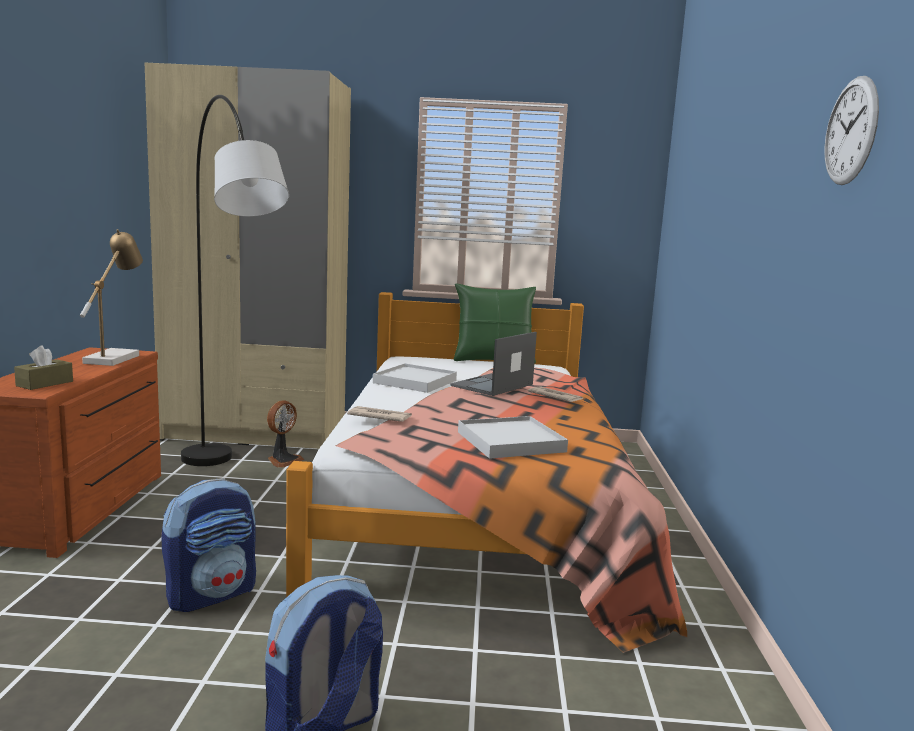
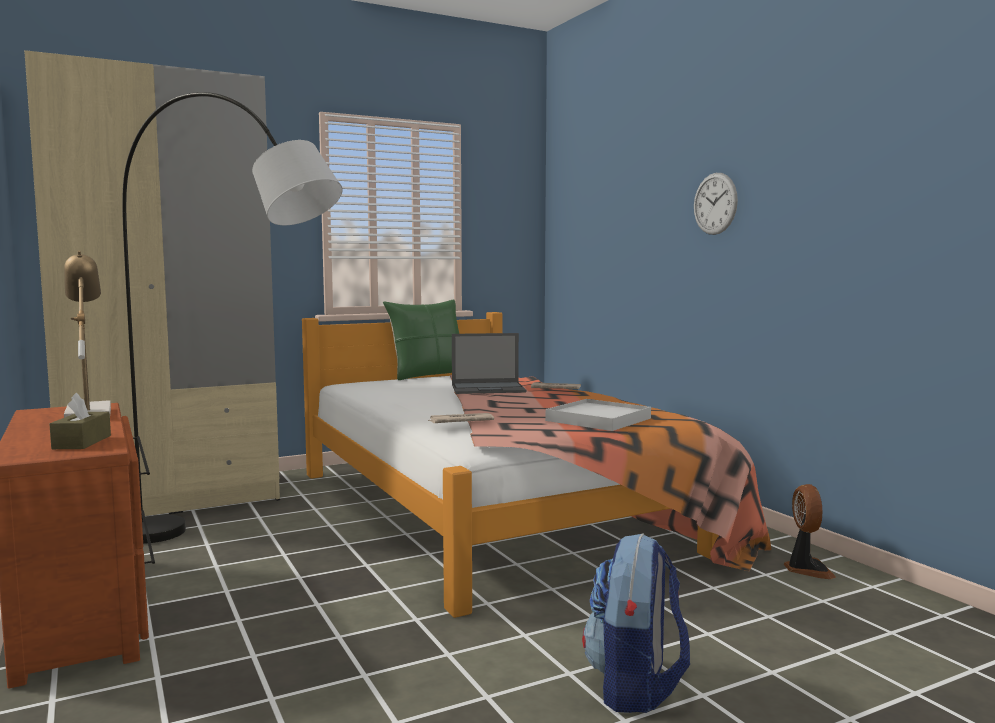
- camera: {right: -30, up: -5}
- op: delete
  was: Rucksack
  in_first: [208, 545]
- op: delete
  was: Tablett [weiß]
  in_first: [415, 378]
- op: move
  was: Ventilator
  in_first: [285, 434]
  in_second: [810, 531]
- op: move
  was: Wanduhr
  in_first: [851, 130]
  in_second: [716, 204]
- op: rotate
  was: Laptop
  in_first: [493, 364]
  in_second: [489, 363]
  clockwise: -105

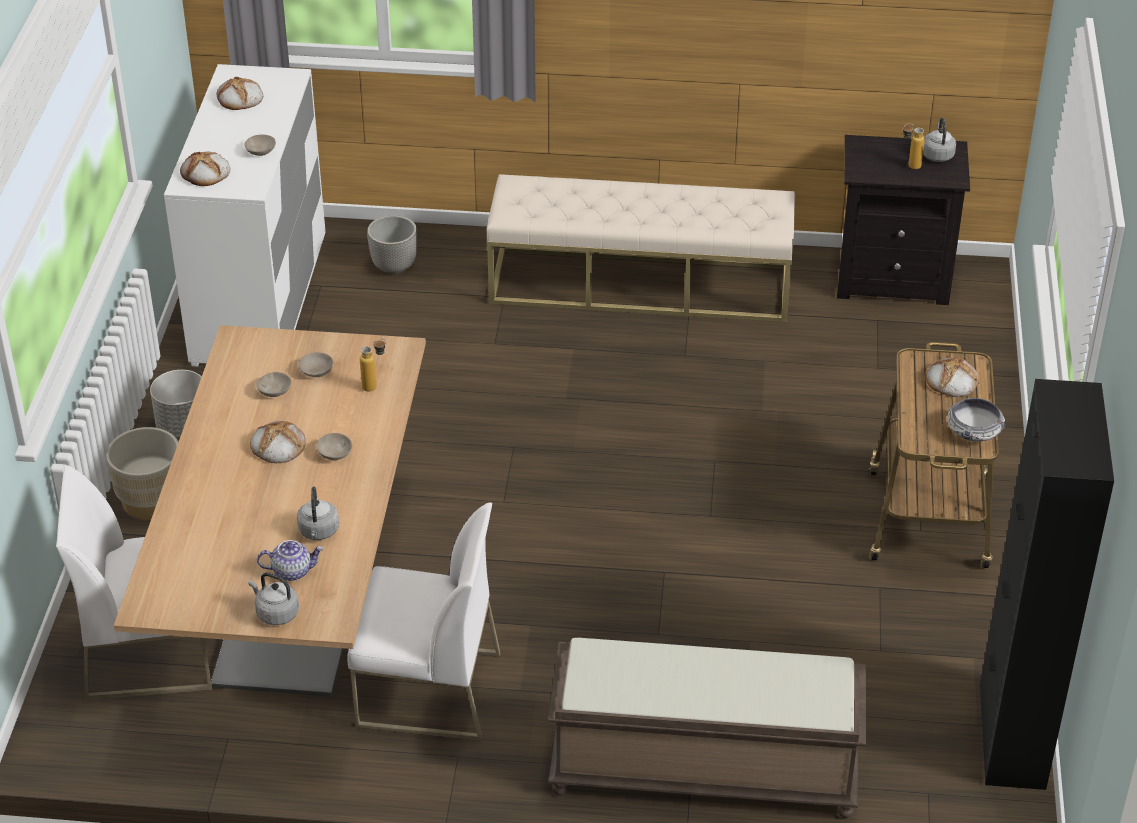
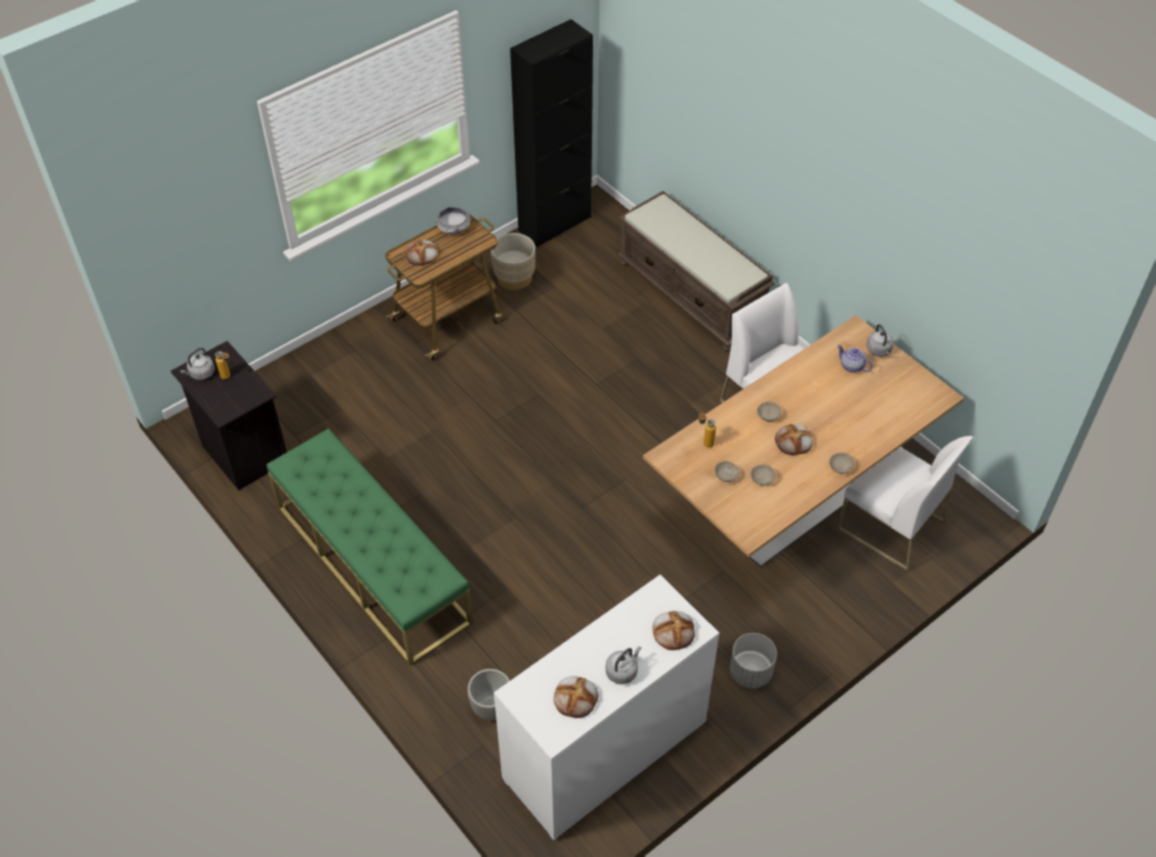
- camera: {right: -135, up: 10}
- op: move
  was: Pflanzkübel [beige]
  in_first: [142, 473]
  in_second: [513, 261]
- op: move
  was: Schüssel [beige]
  in_first: [260, 145]
  in_second: [841, 463]
- op: move
  was: Wasserkessel [grau]
  in_first: [318, 513]
  in_second: [623, 665]
- op: recolor
  was: Bank [beige]
  now: Bank [grün]
  in_first: [641, 248]
  in_second: [370, 547]

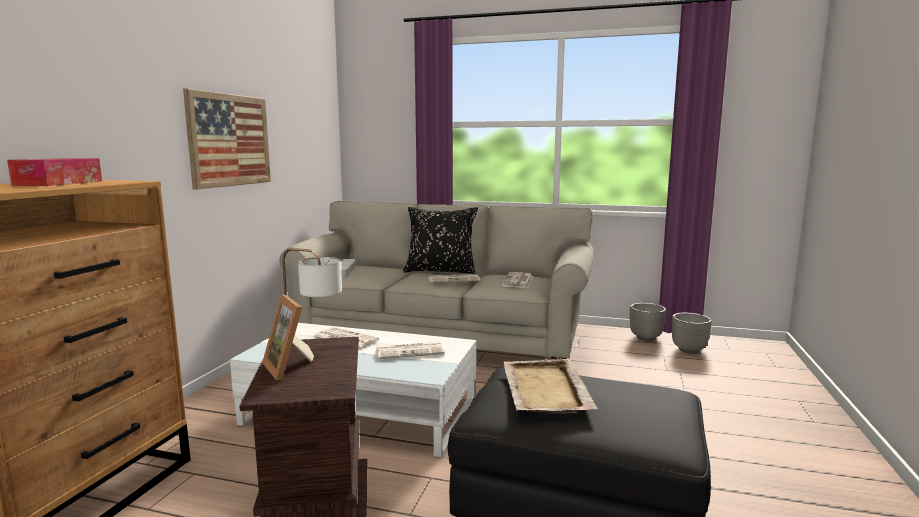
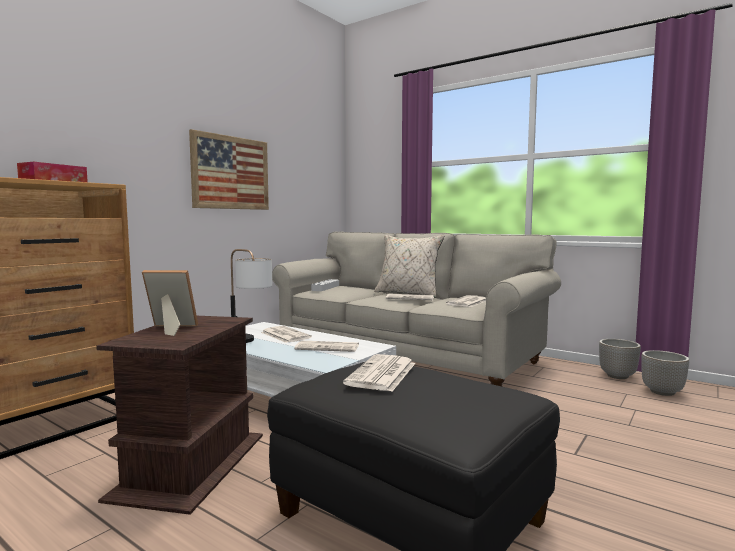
- camera: {right: 20, up: -5}
- op: replace
  was: Tablett [beige]
  now: Zeitung
  in_first: [550, 385]
  in_second: [379, 373]
- op: recolor
  was: Kissen [schwarz]
  now: Kissen [beige]
  in_first: [440, 240]
  in_second: [409, 266]
- op: rotate
  was: Bilderrahmen
  in_first: [288, 337]
  in_second: [170, 303]
  clockwise: 105

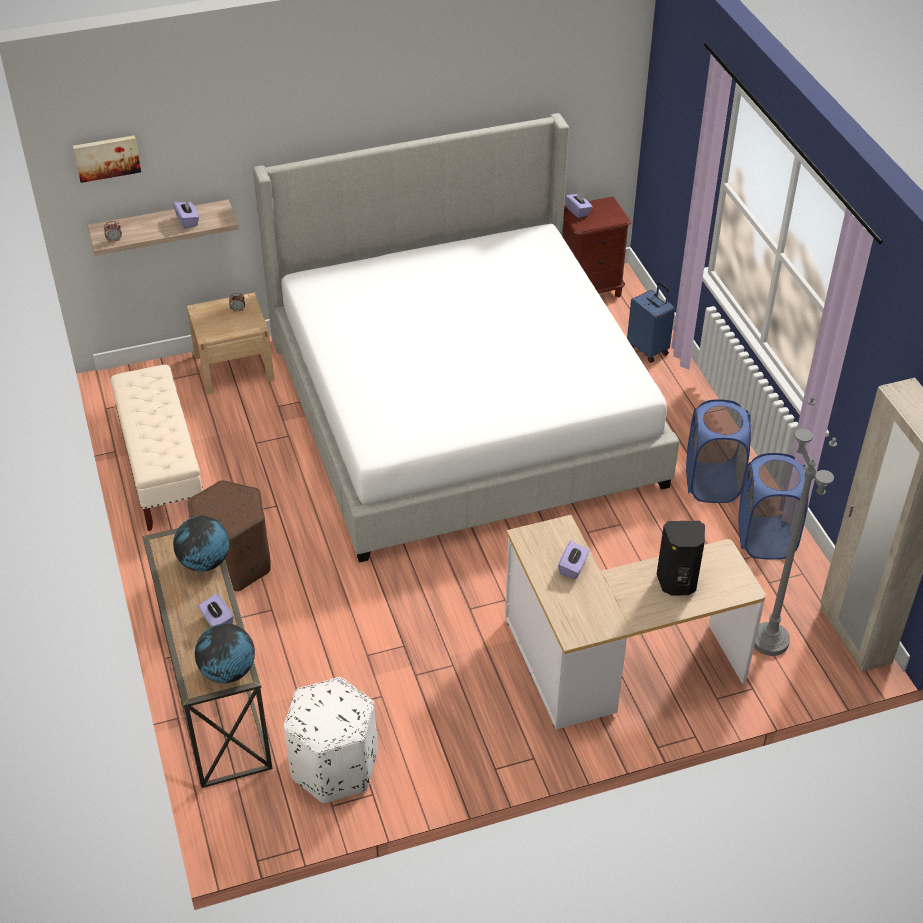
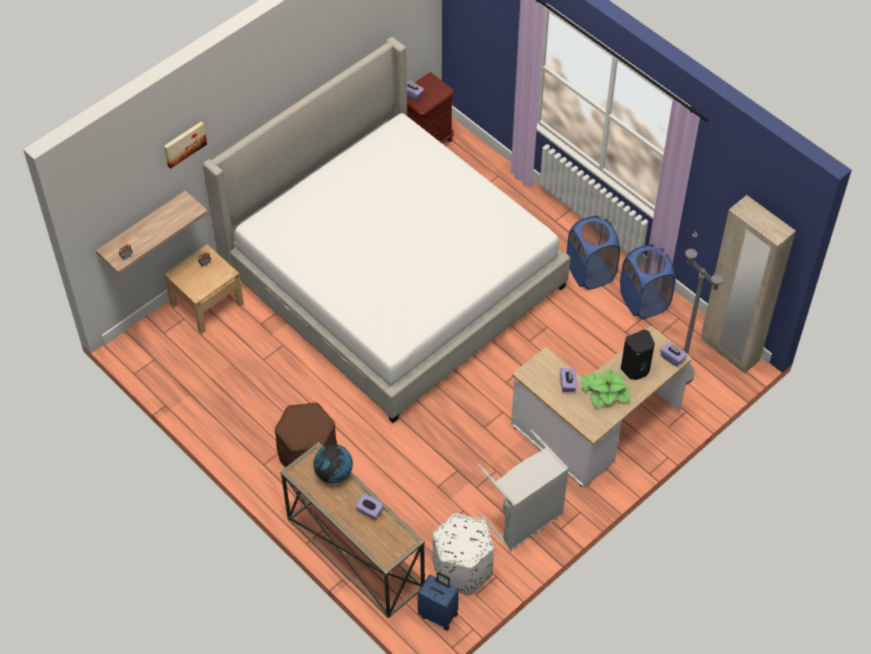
- camera: {right: -25, up: 10}
- op: delete
  was: Bank [beige]
  in_first: [156, 448]
- op: delete
  was: Globus
  in_first: [225, 653]
- op: insert
  now: Wäschekorb [grau]
  in_second: [522, 490]
- op: insert
  now: Topfpflanze
  in_second: [606, 389]
- op: move
  was: Bild
  in_first: [107, 159]
  in_second: [185, 145]
- op: move
  was: Taschentuchbox [lila]
  in_first: [186, 214]
  in_second: [673, 355]
- op: move
  was: Koffer [blau]
  in_first: [651, 322]
  in_second: [438, 601]

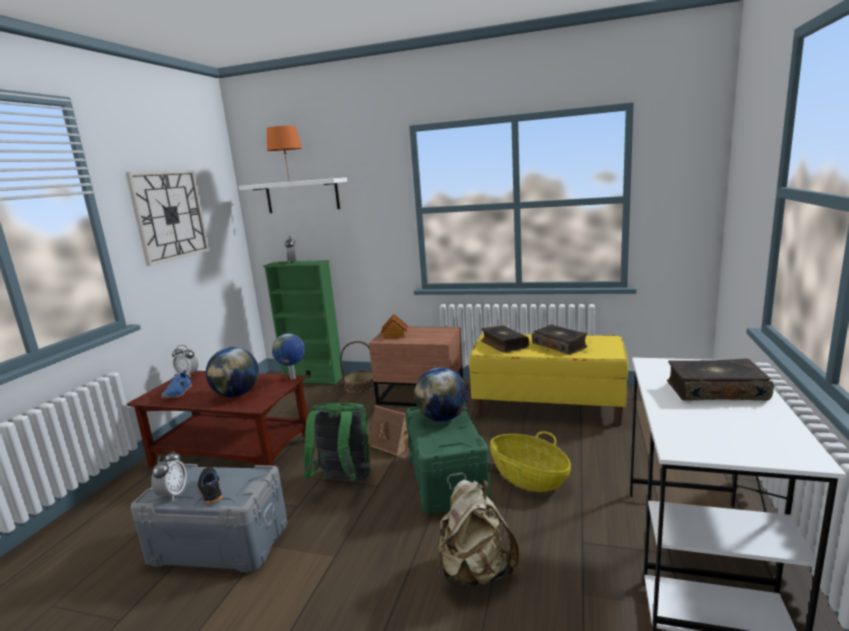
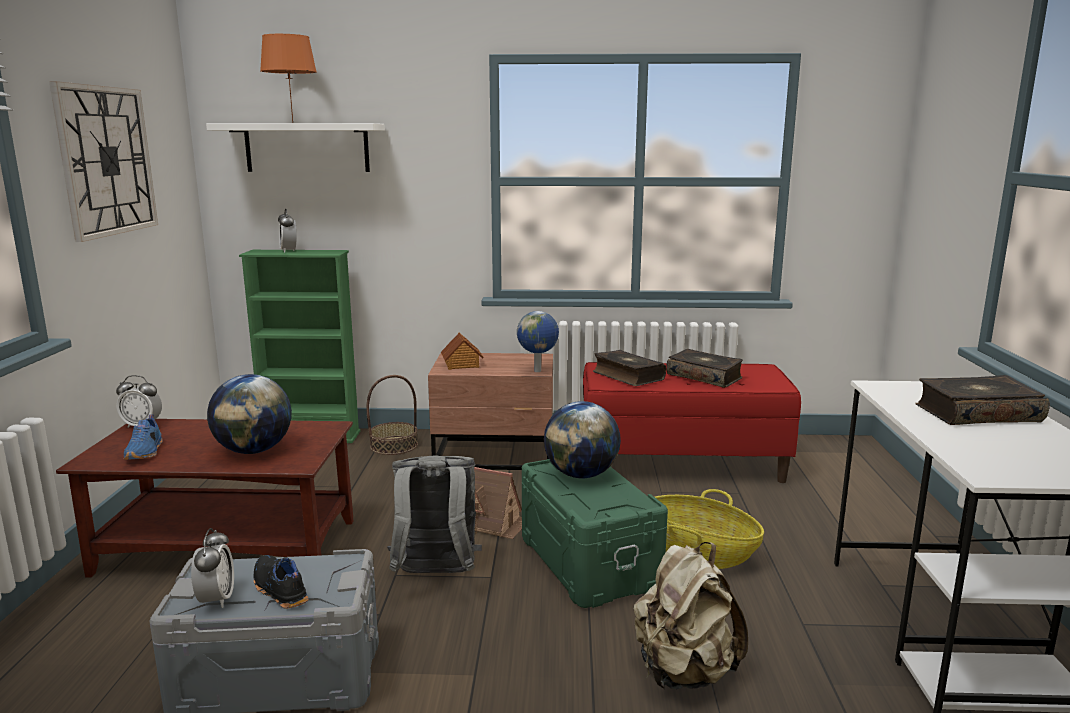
- camera: {right: -15, up: 0}
- op: move
  was: Globus
  in_first: [288, 356]
  in_second: [538, 341]
- op: recolor
  was: Rucksack [grün]
  now: Rucksack [grau]
  in_first: [337, 442]
  in_second: [434, 514]
- op: recolor
  was: Bank [gelb]
  now: Bank [rot]
  in_first: [548, 379]
  in_second: [692, 422]

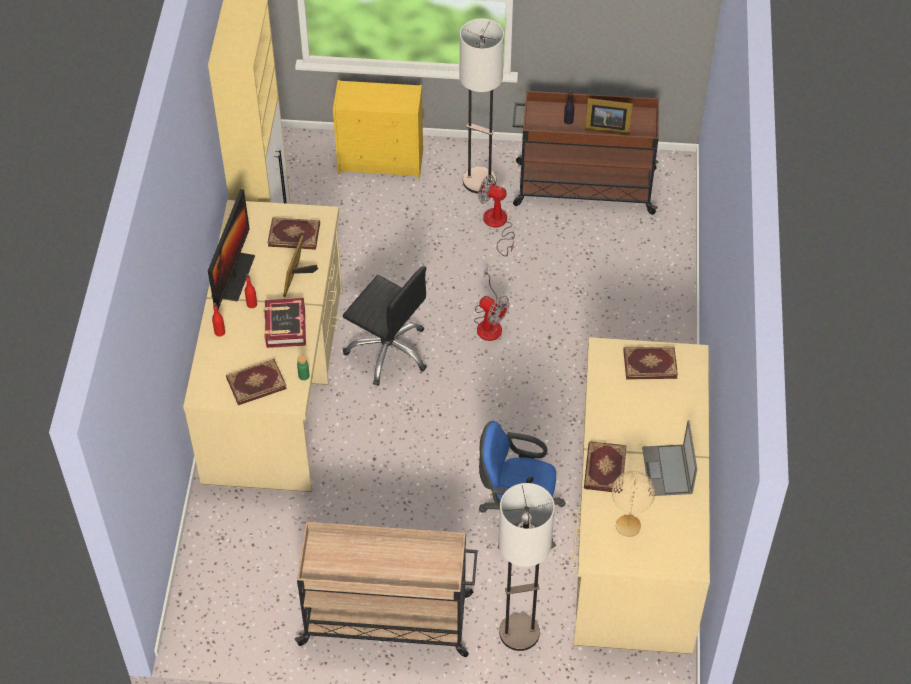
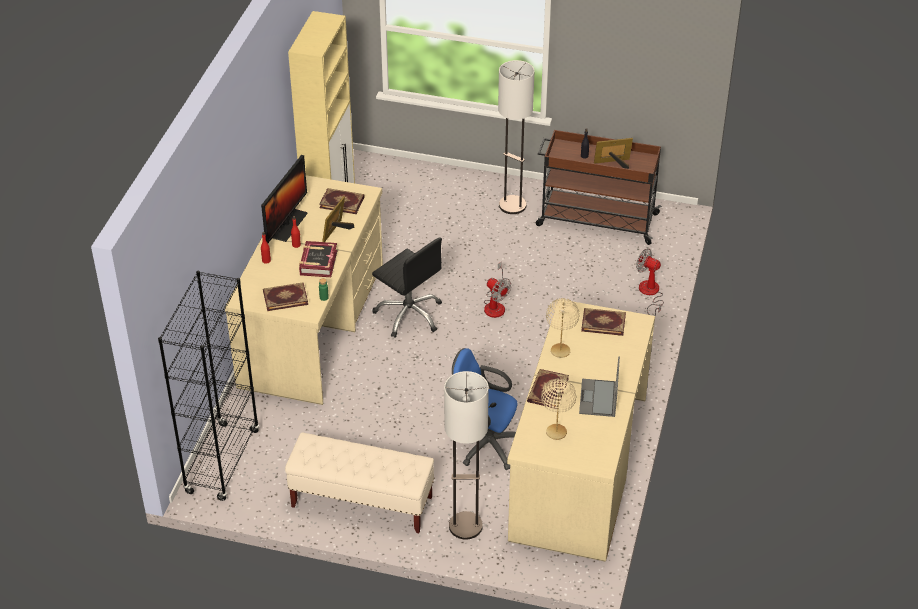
- camera: {right: 10, up: -10}
- op: delete
  was: Kommode [gelb]
  in_first: [378, 129]
- op: insert
  now: Bücherregal [schwarz]
  in_second: [209, 386]
- op: insert
  now: Tischlampe [beige]
  in_second: [563, 328]
- op: move
  was: Ventilator
  in_first: [496, 215]
  in_second: [650, 282]
- op: replace
  was: Rollwagen [beige]
  now: Bank [beige]
  in_first: [386, 589]
  in_second: [359, 482]
- op: rotate
  was: Bilderrahmen
  in_first: [609, 116]
  in_second: [613, 153]
  clockwise: 150

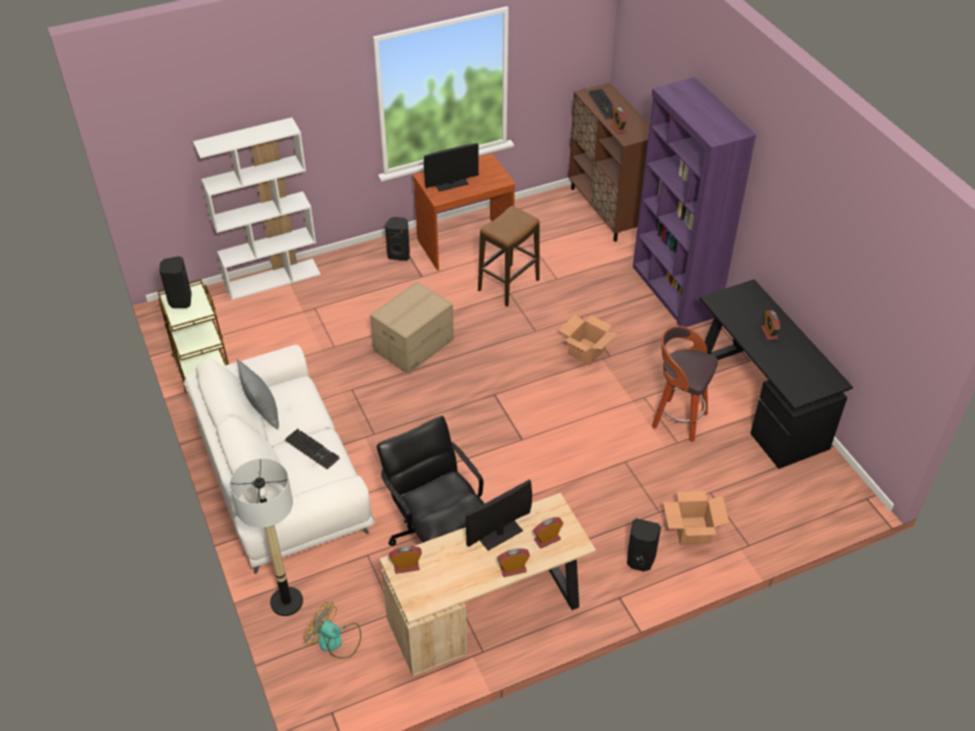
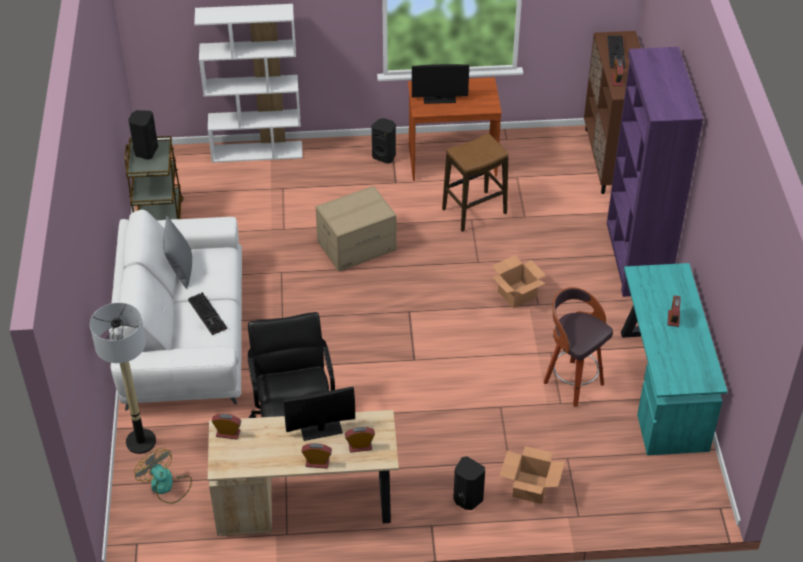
- camera: {right: 20, up: 0}
- op: recolor
  was: Schreibtisch [schwarz]
  now: Schreibtisch [türkis]
  in_first: [776, 374]
  in_second: [674, 359]

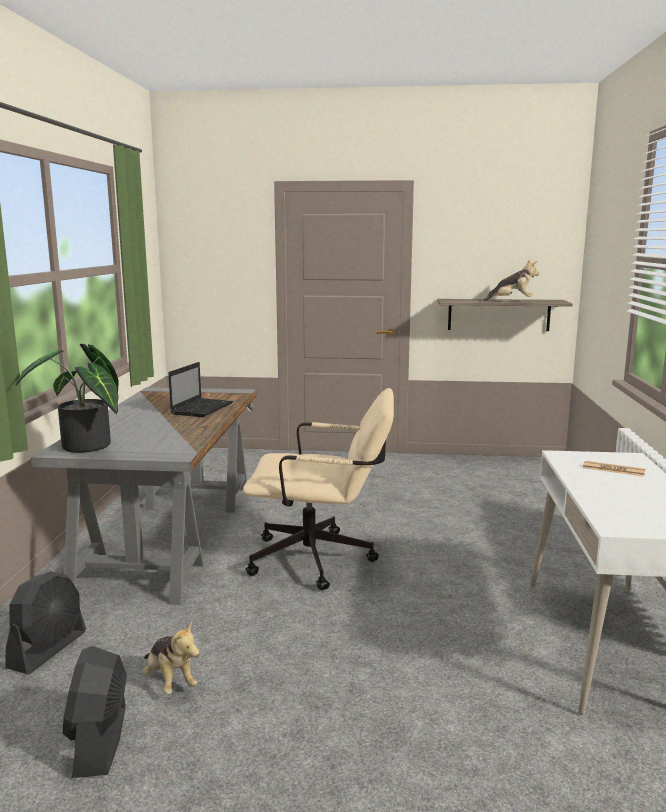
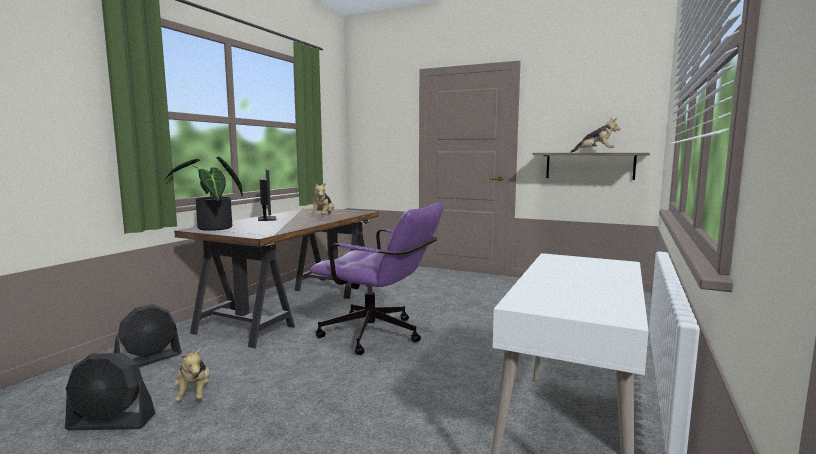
- camera: {right: 20, up: -5}
- op: delete
  was: Zeitung
  in_first: [614, 468]
- op: insert
  now: Monitor
  in_second: [267, 194]
- op: replace
  was: Laptop
  now: Plüschtier
  in_first: [200, 389]
  in_second: [322, 198]
- op: recolor
  was: Schreibtisch [grau]
  now: Schreibtisch [braun]
  in_first: [144, 496]
  in_second: [276, 278]
- op: recolor
  was: Bürostuhl [beige]
  now: Bürostuhl [lila]
  in_first: [318, 489]
  in_second: [377, 279]
- op: rotate
  was: Ventilator [schwarz]
  in_first: [95, 712]
  in_second: [110, 391]
  clockwise: -105

